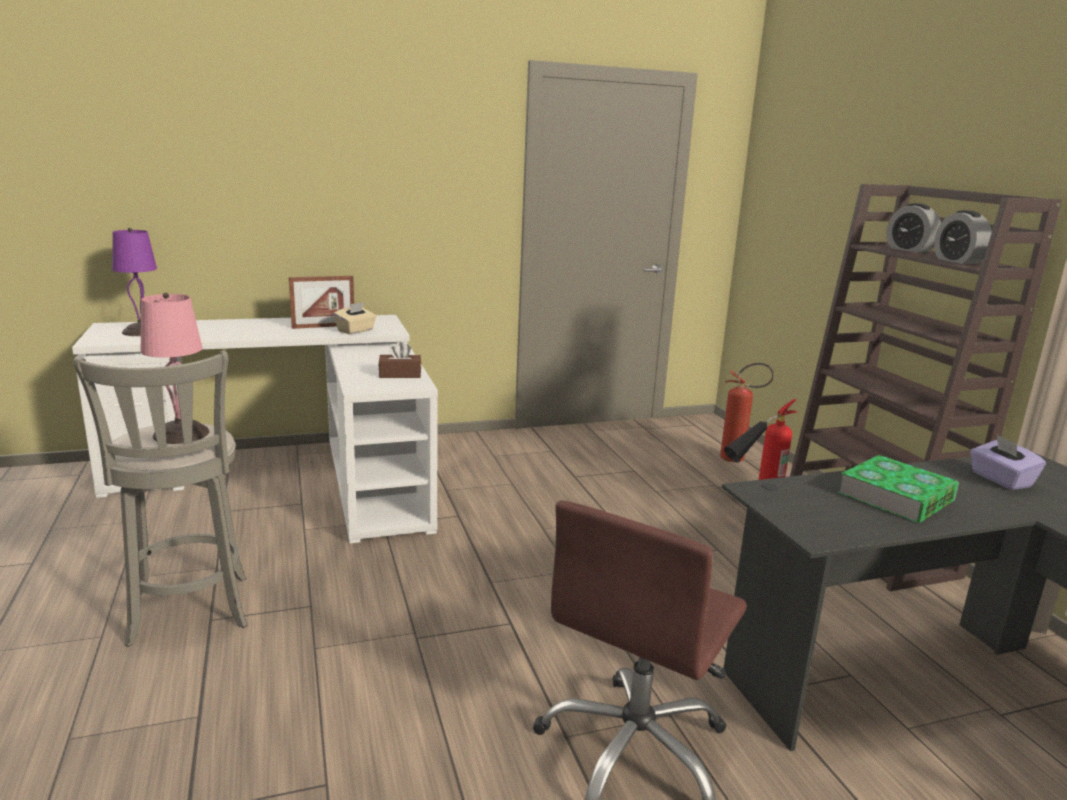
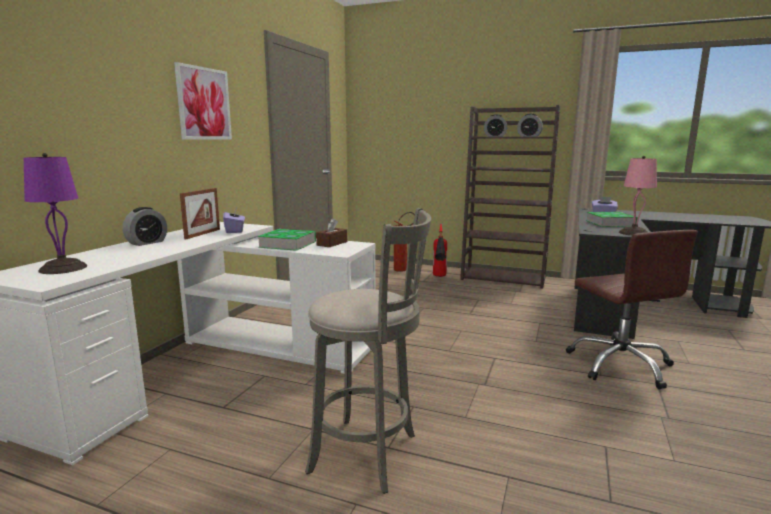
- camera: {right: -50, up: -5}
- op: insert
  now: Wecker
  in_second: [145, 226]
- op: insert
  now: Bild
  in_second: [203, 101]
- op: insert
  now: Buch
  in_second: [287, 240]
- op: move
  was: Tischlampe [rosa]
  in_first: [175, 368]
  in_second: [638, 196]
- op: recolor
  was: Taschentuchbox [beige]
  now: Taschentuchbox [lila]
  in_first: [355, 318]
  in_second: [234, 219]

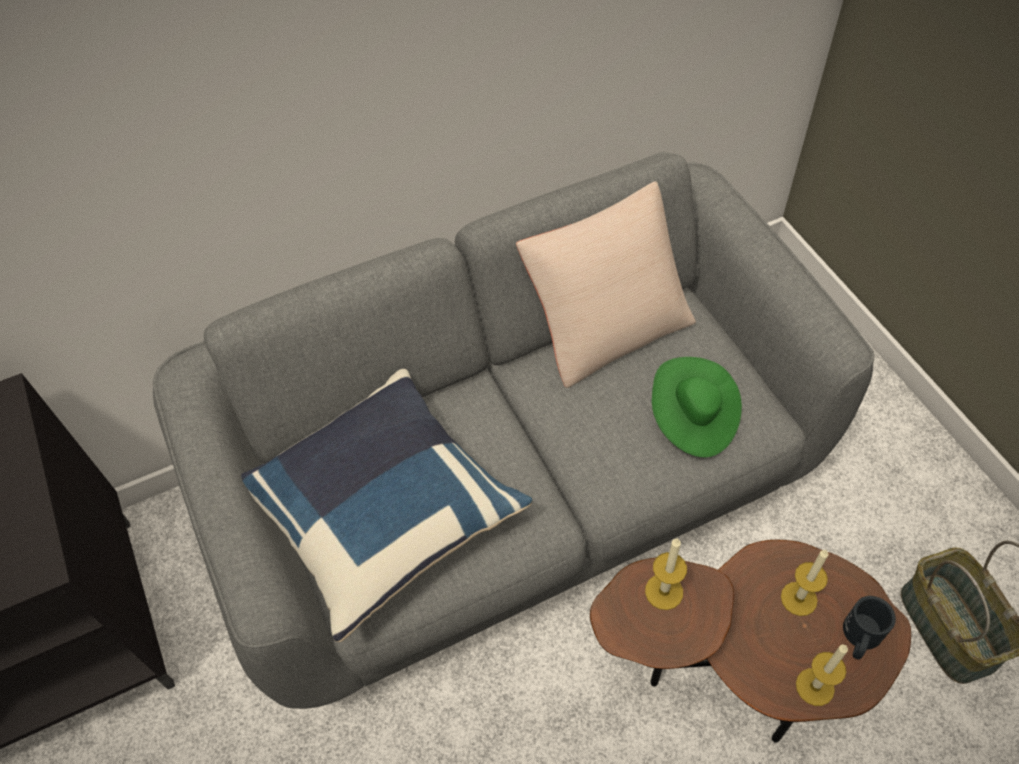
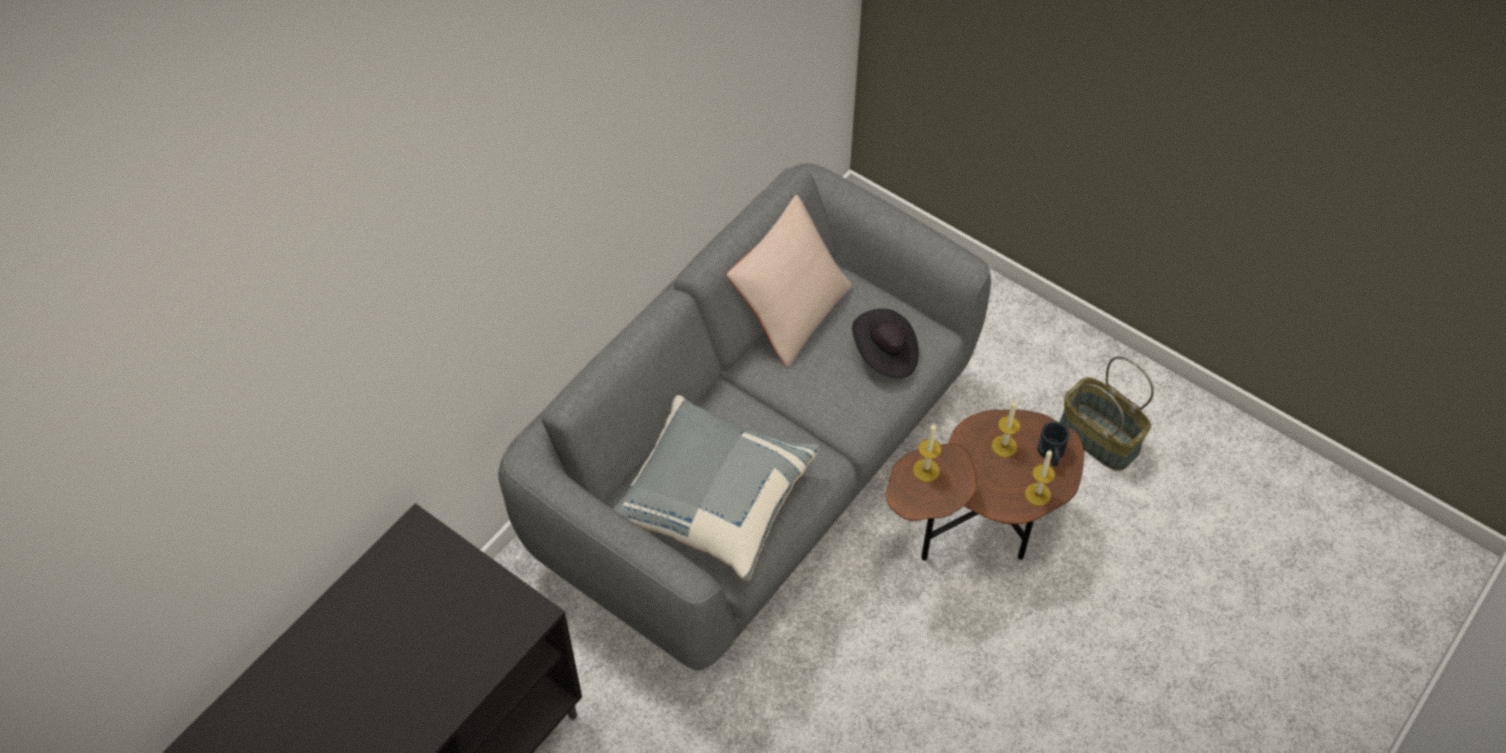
- camera: {right: -30, up: 0}
- op: recolor
  was: Kissen [blau]
  now: Kissen [grau]
  in_first: [386, 505]
  in_second: [715, 488]
- op: recolor
  was: Hut [grün]
  now: Hut [schwarz]
  in_first: [697, 407]
  in_second: [885, 343]

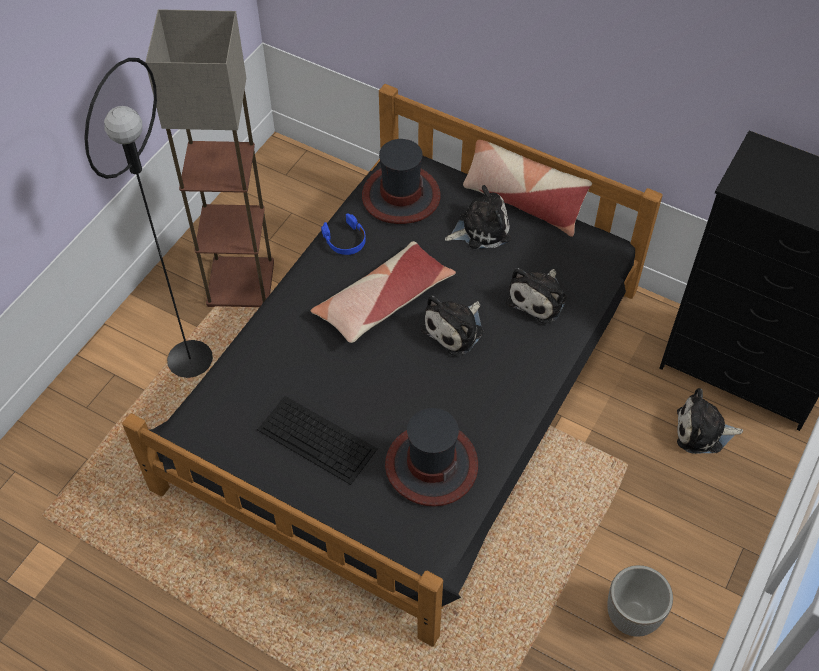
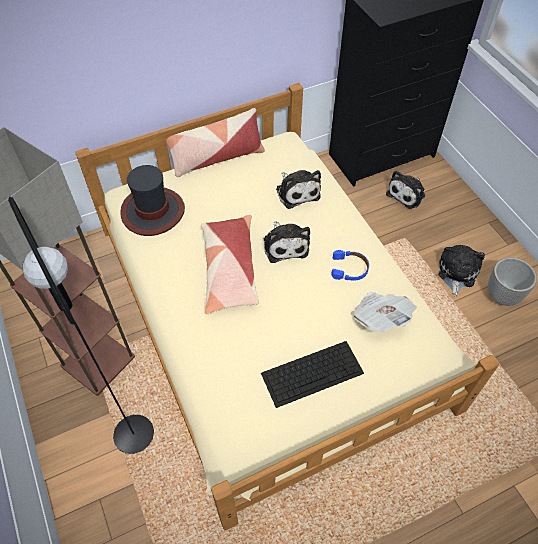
- camera: {right: -55, up: 0}
- op: move
  was: Kopfhörer [blau]
  in_first: [343, 234]
  in_second: [350, 265]
- op: move
  was: Plüschtier
  in_first: [478, 217]
  in_second: [461, 271]
- op: replace
  was: Hut
  now: Zeitung
  in_first: [431, 457]
  in_second: [383, 312]
- op: recolor
  was: Bett [schwarz]
  now: Bett [beige]
  in_first: [392, 365]
  in_second: [287, 307]

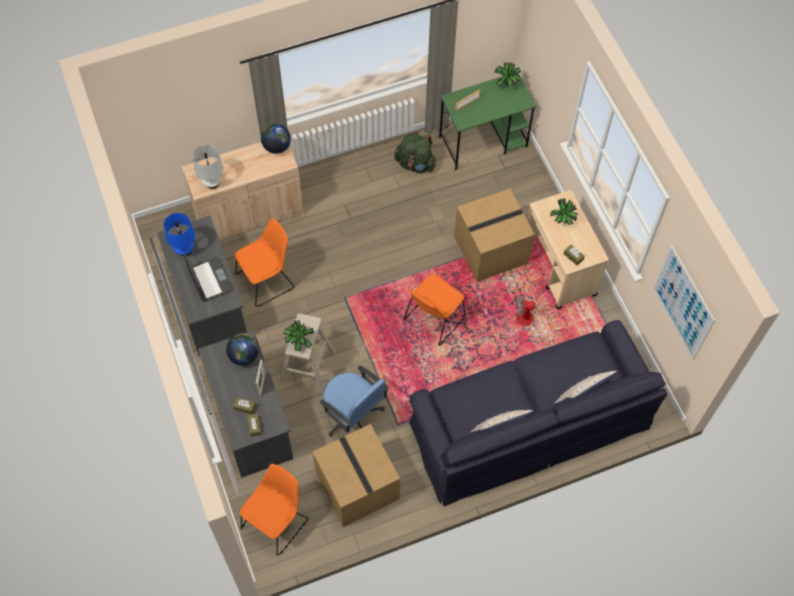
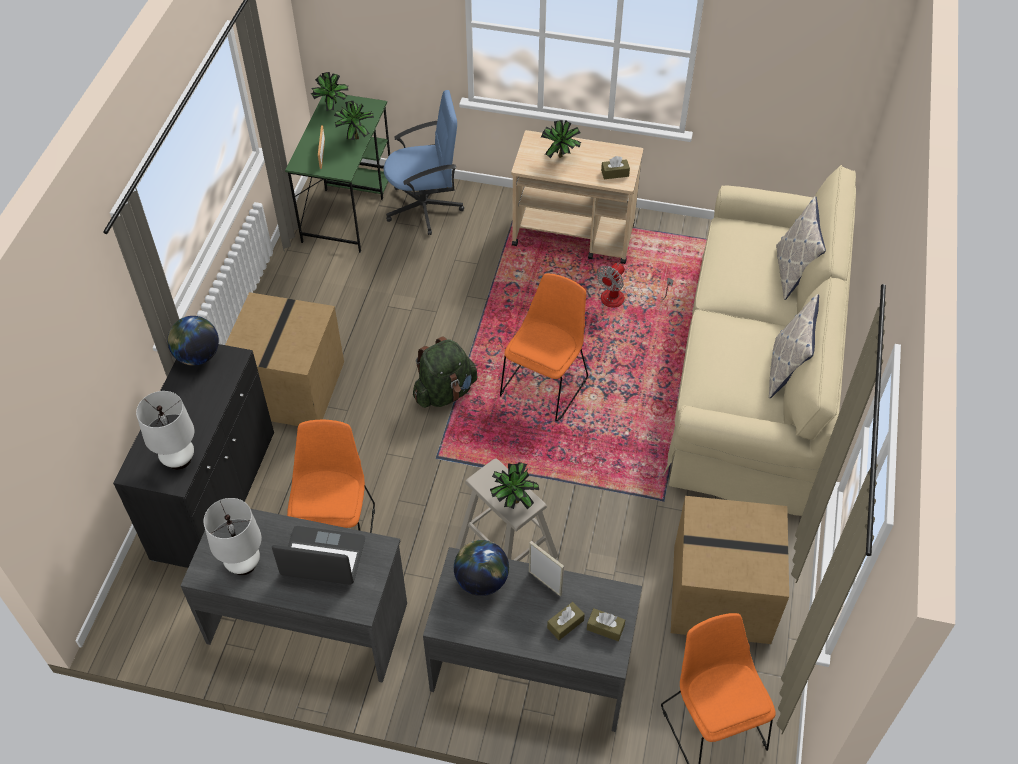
- camera: {right: -55, up: -10}
- op: delete
  was: Bild
  in_first: [684, 302]
- op: insert
  now: Topfpflanze
  in_second: [354, 120]
- op: move
  was: Bürostuhl [blau]
  in_first: [354, 401]
  in_second: [424, 162]
- op: move
  was: Rucksack [grün]
  in_first: [415, 152]
  in_second: [445, 372]
- op: move
  was: Karton
  in_first: [494, 235]
  in_second: [284, 359]
- op: recolor
  was: Tischlampe [blau]
  now: Tischlampe [weiß]
  in_first: [179, 234]
  in_second: [233, 536]
- op: recolor
  was: Schrank [beige]
  now: Schrank [schwarz]
  in_first: [242, 191]
  in_second: [193, 456]
- op: recolor
  was: Sofa [schwarz]
  now: Sofa [beige]
  in_first: [538, 413]
  in_second: [759, 340]
- op: rotate
  was: Stuhl [orange]
  in_first: [435, 310]
  in_second: [544, 347]
  clockwise: -135

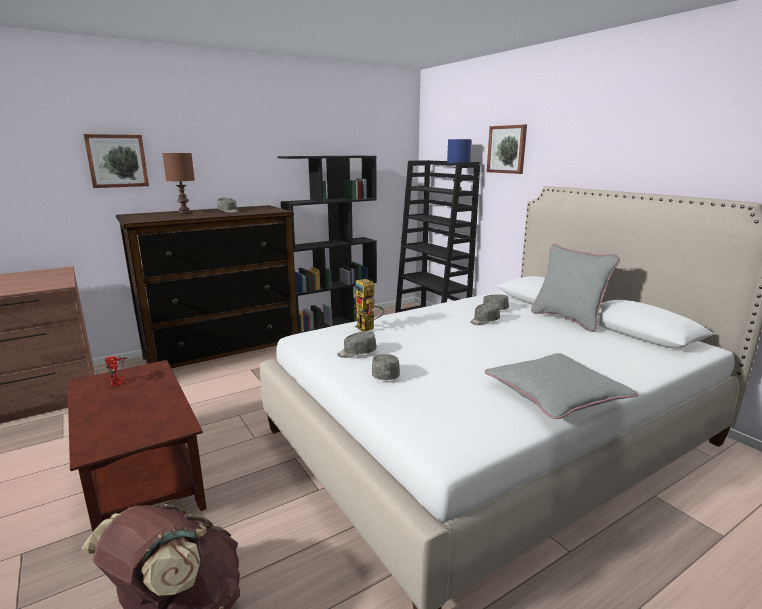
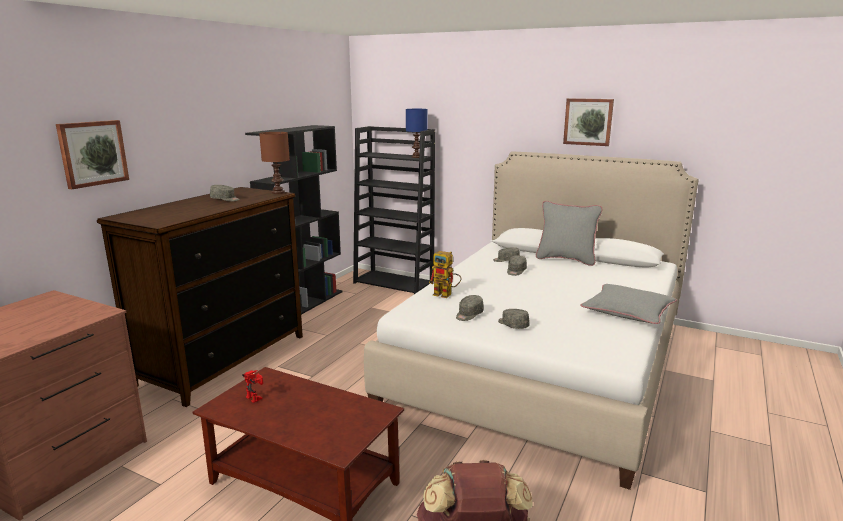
- camera: {right: -30, up: 0}
- op: move
  was: Tischlampe [braun]
  in_first: [178, 183]
  in_second: [274, 163]
- op: move
  was: Bild
  in_first: [507, 149]
  in_second: [588, 122]

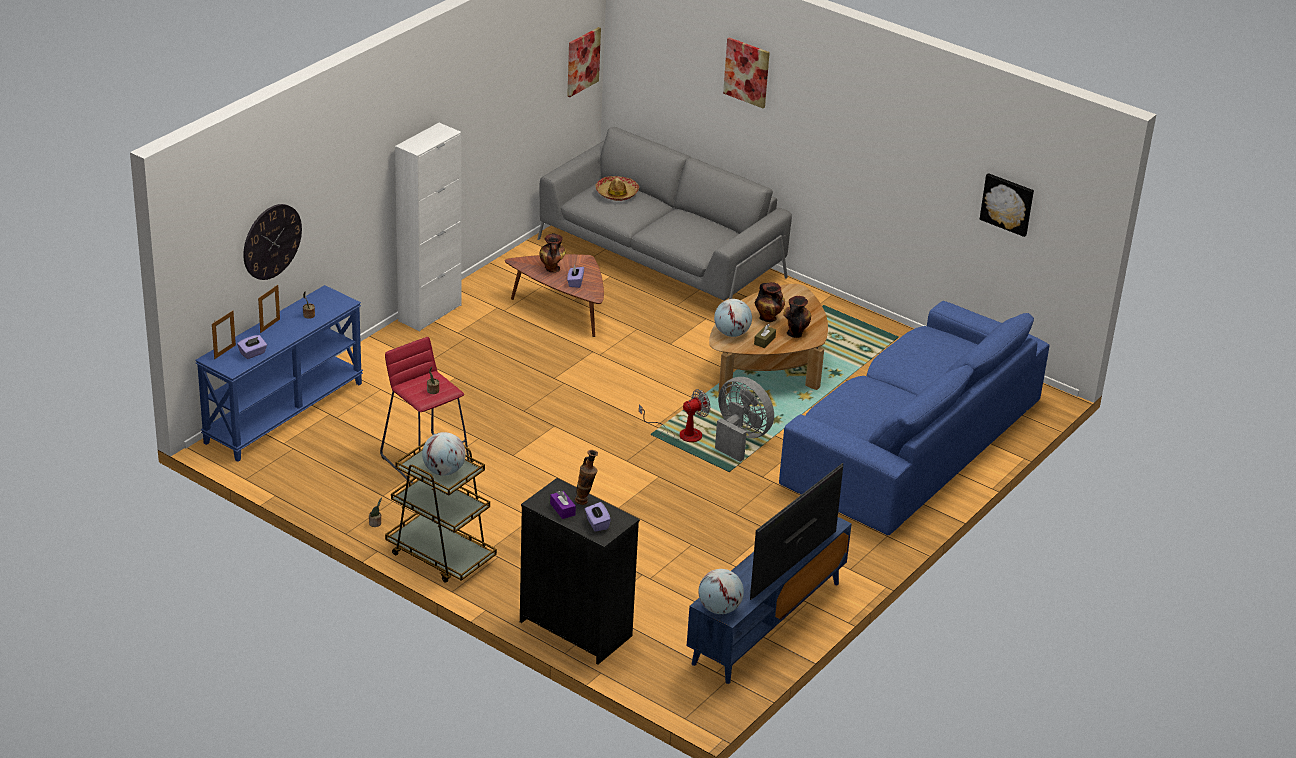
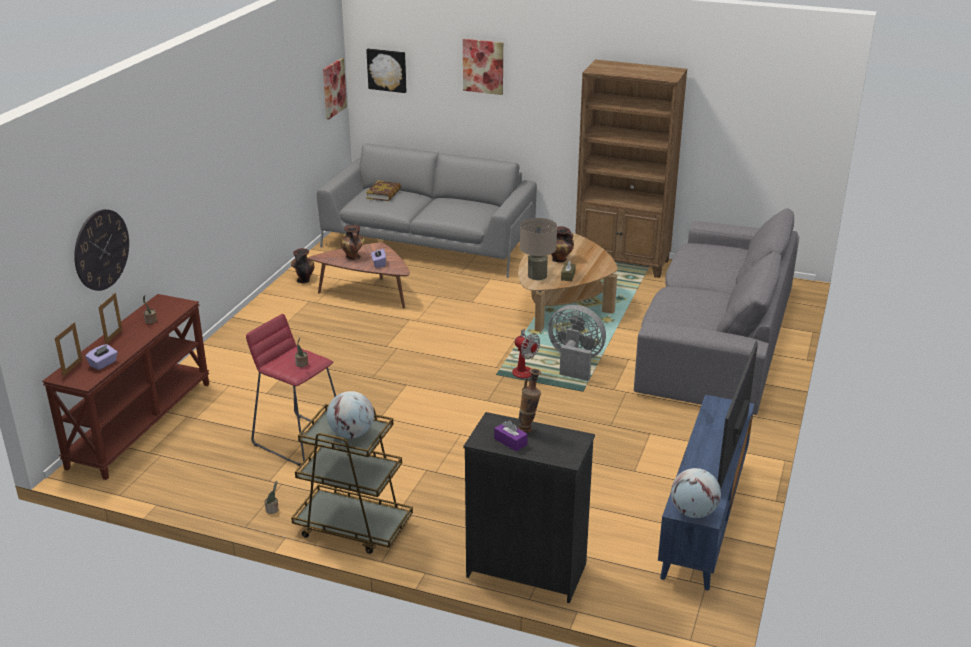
- camera: {right: -15, up: -5}
- op: delete
  was: Schrank [weiß]
  in_first: [428, 227]
- op: delete
  was: Taschentuchbox [lila]
  in_first: [598, 517]
- op: insert
  now: Bücherregal [braun]
  in_second: [631, 169]
- op: move
  was: Vase
  in_first: [797, 317]
  in_second: [302, 265]
- op: move
  was: Bild
  in_first: [1007, 205]
  in_second: [386, 70]
- op: replace
  was: Hut
  now: Buch
  in_first: [617, 188]
  in_second: [383, 190]
- op: replace
  was: Globus
  now: Tischlampe [beige]
  in_first: [733, 318]
  in_second: [538, 249]
- op: recolor
  was: Konsolentisch [blau]
  now: Konsolentisch [braun]
  in_first: [279, 373]
  in_second: [125, 387]
- op: recolor
  was: Sofa [blau]
  now: Sofa [grau]
  in_first: [914, 418]
  in_second: [716, 311]
- op: rotate
  was: Ventilator
  in_first: [675, 415]
  in_second: [525, 353]
  clockwise: 90

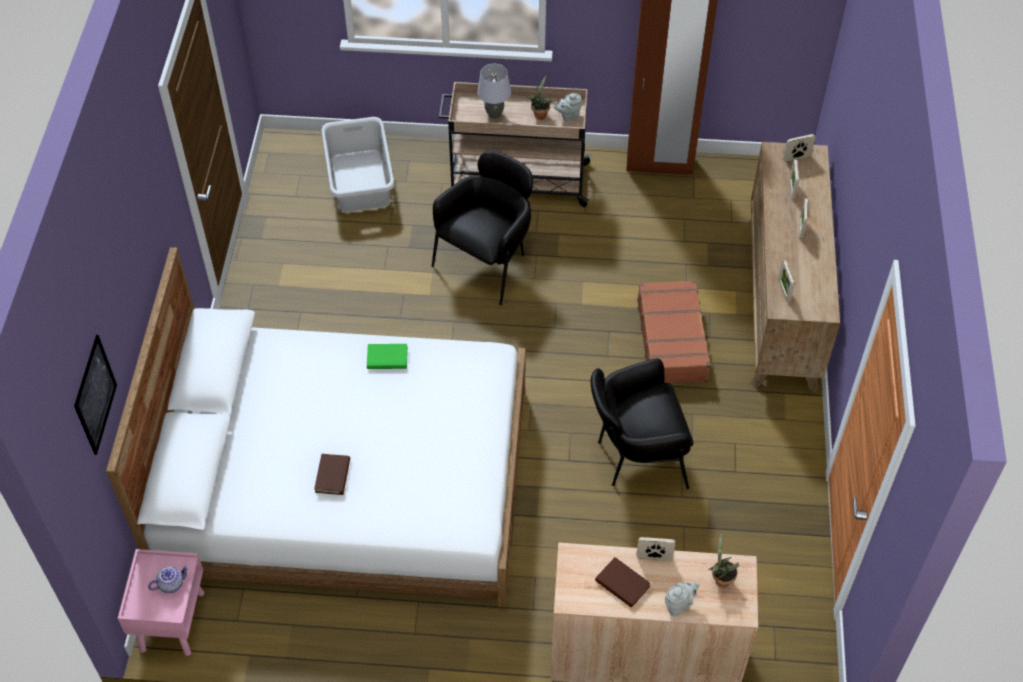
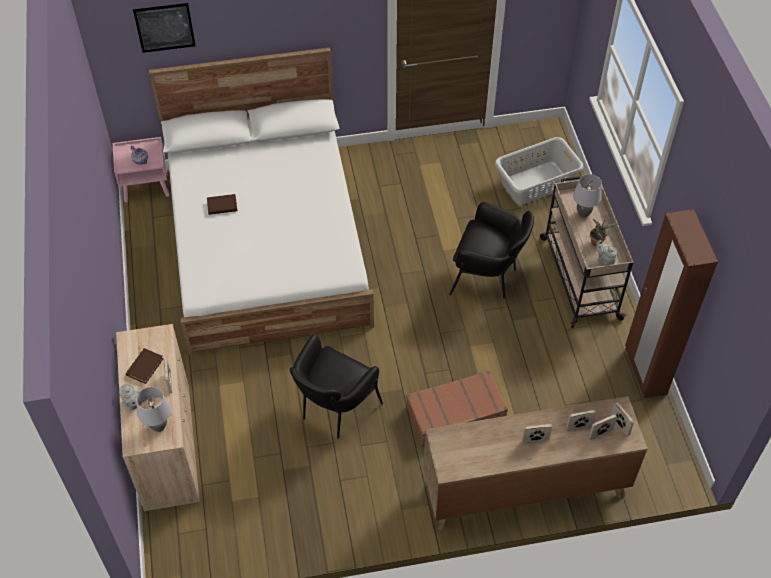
- camera: {right: 75, up: 0}
- op: delete
  was: Buch [grün]
  in_first: [387, 356]
- op: move
  was: Bilderrahmen
  in_first: [786, 281]
  in_second: [603, 426]
- op: replace
  was: Topfpflanze
  now: Tischlampe [grau]
  in_first: [723, 561]
  in_second: [153, 409]
- op: rotate
  was: Sessel [schwarz]
  in_first: [642, 423]
  in_second: [336, 386]
  clockwise: -120

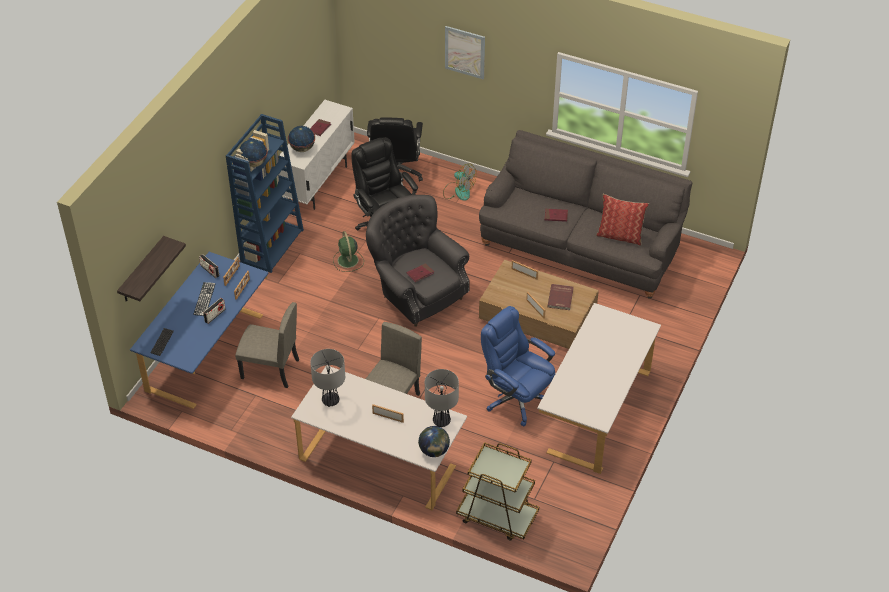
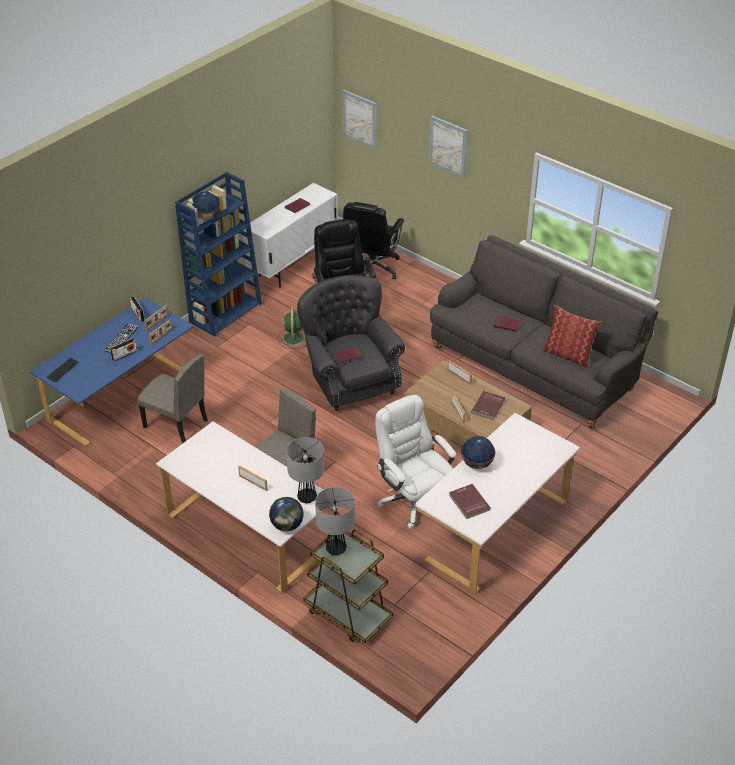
- camera: {right: 15, up: -5}
- op: delete
  was: Wandregal
  in_first: [151, 269]
- op: delete
  was: Ventilator
  in_first: [460, 182]
- op: insert
  now: Bild
  in_second: [359, 119]
- op: insert
  now: Buch [rot]
  in_second: [470, 501]
- op: move
  was: Globus
  in_first: [301, 139]
  in_second: [478, 452]
- op: move
  was: Tischlampe
  in_first: [327, 378]
  in_second: [335, 521]
- op: recolor
  was: Bürostuhl [blau]
  now: Bürostuhl [weiß]
  in_first: [518, 366]
  in_second: [415, 462]

